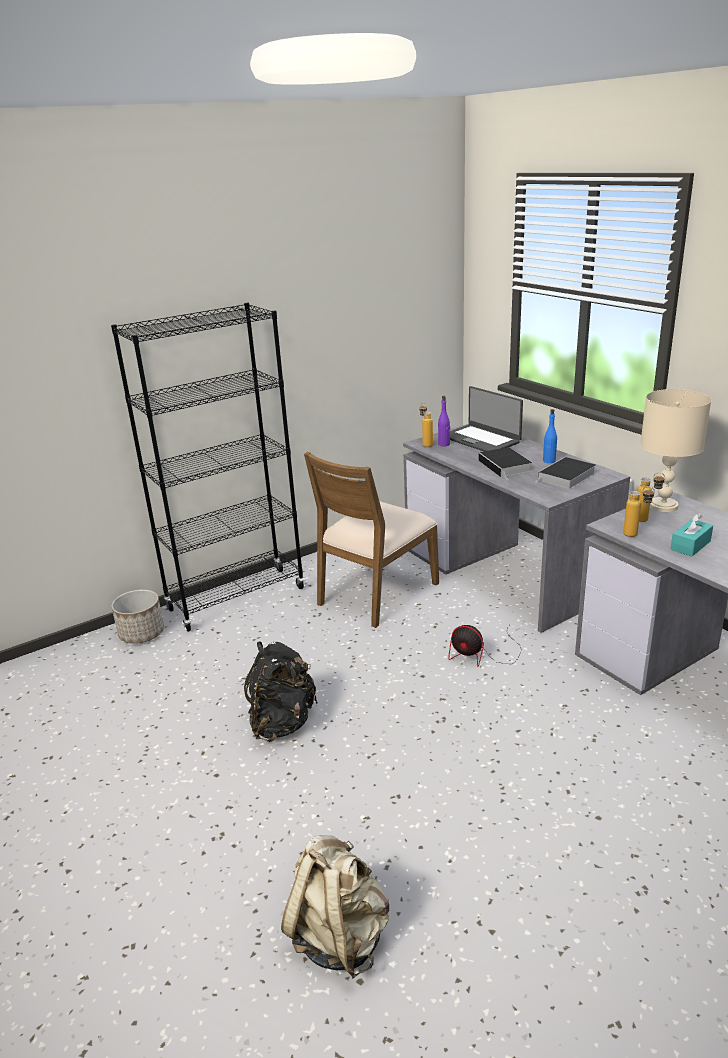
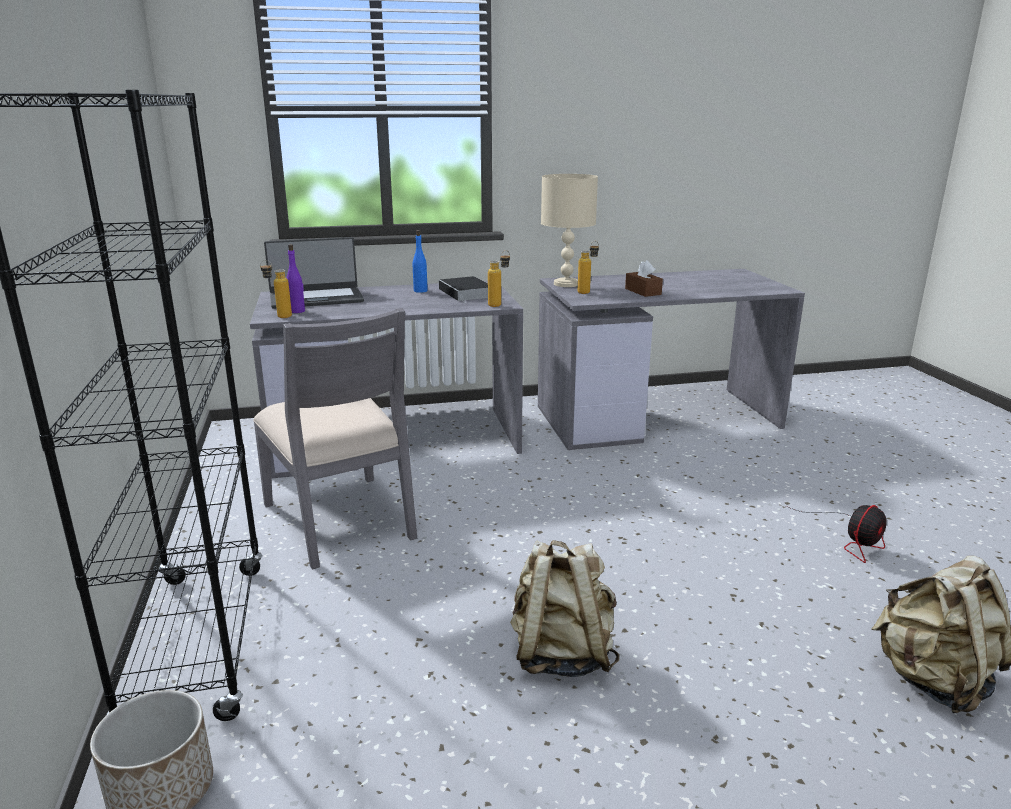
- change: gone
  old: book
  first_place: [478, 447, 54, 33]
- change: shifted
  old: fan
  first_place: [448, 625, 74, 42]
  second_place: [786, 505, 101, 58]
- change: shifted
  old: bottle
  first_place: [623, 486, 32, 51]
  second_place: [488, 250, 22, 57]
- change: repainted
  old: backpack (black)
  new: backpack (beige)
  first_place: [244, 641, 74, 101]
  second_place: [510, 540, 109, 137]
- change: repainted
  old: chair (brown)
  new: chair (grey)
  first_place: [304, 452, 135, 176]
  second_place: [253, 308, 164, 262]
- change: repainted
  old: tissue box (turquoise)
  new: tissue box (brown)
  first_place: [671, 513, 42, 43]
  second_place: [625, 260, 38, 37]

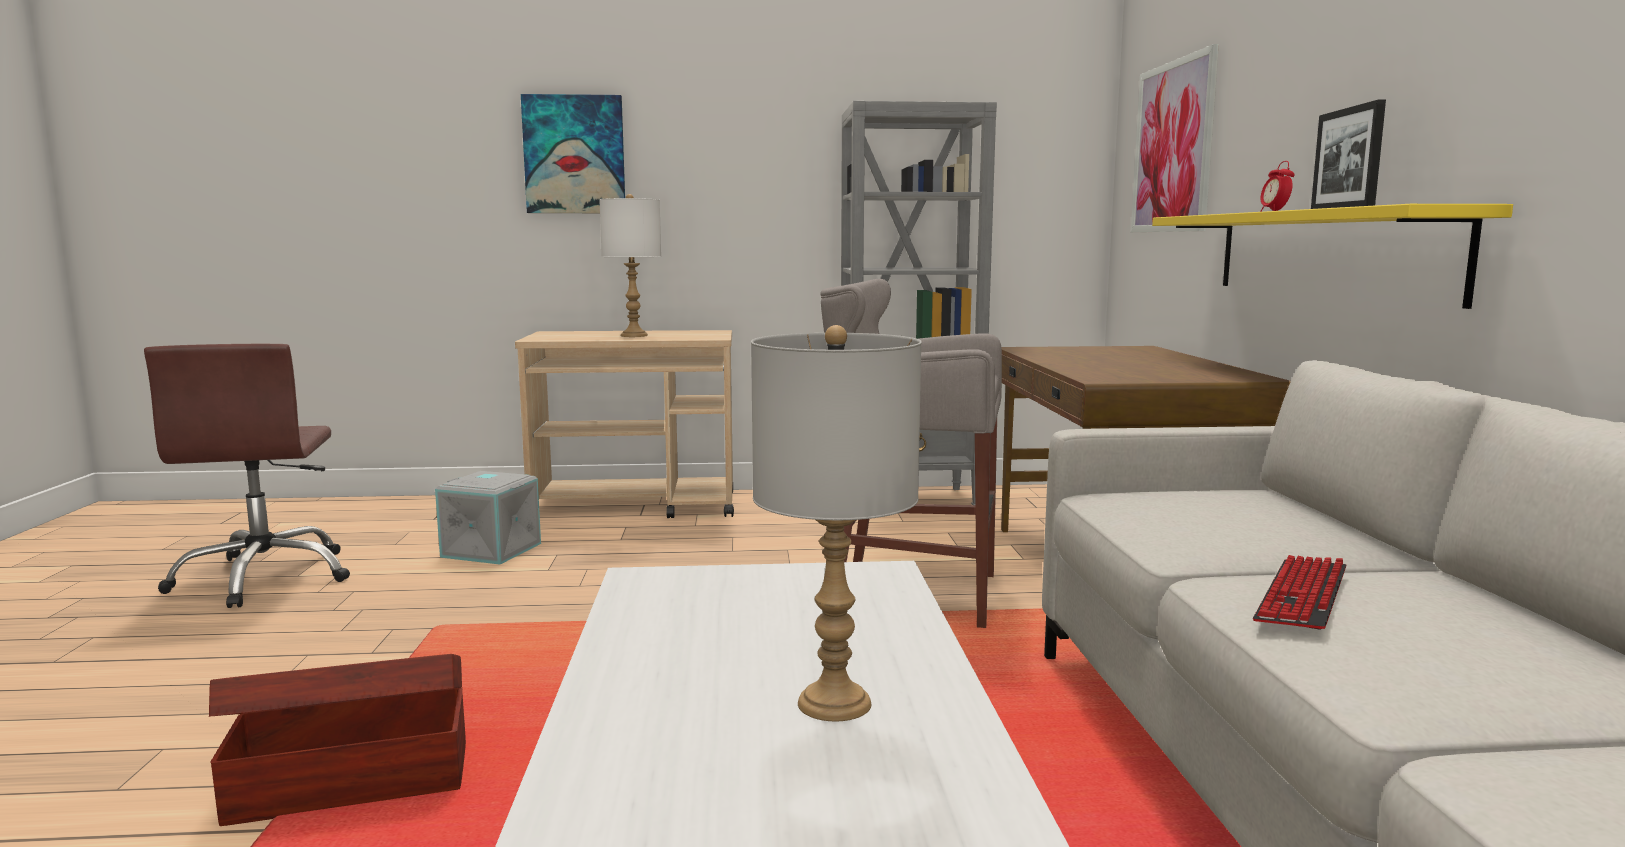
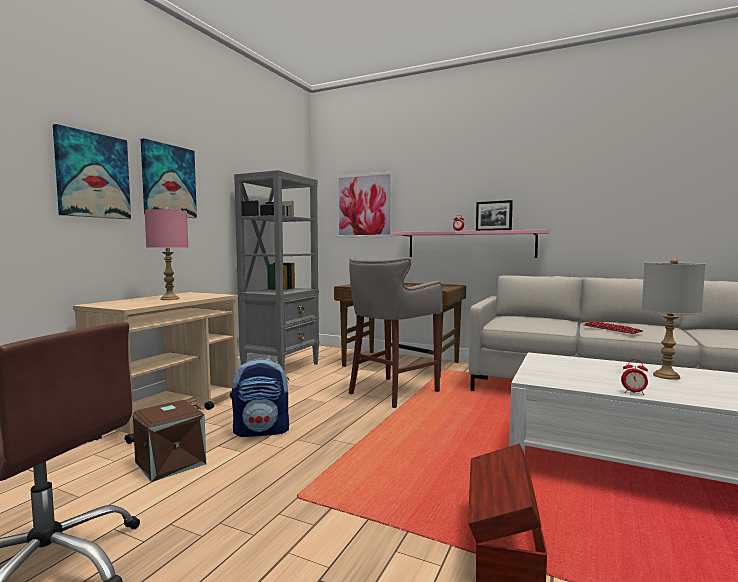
- change: new
  new: picture
  second_place: [141, 138, 56, 80]
- change: new
  new: backpack
  second_place: [232, 359, 58, 78]
- change: new
  new: alarm clock
  second_place: [621, 359, 27, 36]
- change: repainted
  old: storage box (grey)
  new: storage box (brown)
  first_place: [435, 471, 106, 94]
  second_place: [133, 400, 73, 82]
- change: repainted
  old: table lamp (white)
  new: table lamp (pink)
  first_place: [599, 194, 62, 143]
  second_place: [144, 207, 44, 93]
- change: repainted
  old: shelf (yellow)
  new: shelf (pink)
  first_place: [1152, 204, 361, 105]
  second_place: [393, 230, 156, 28]

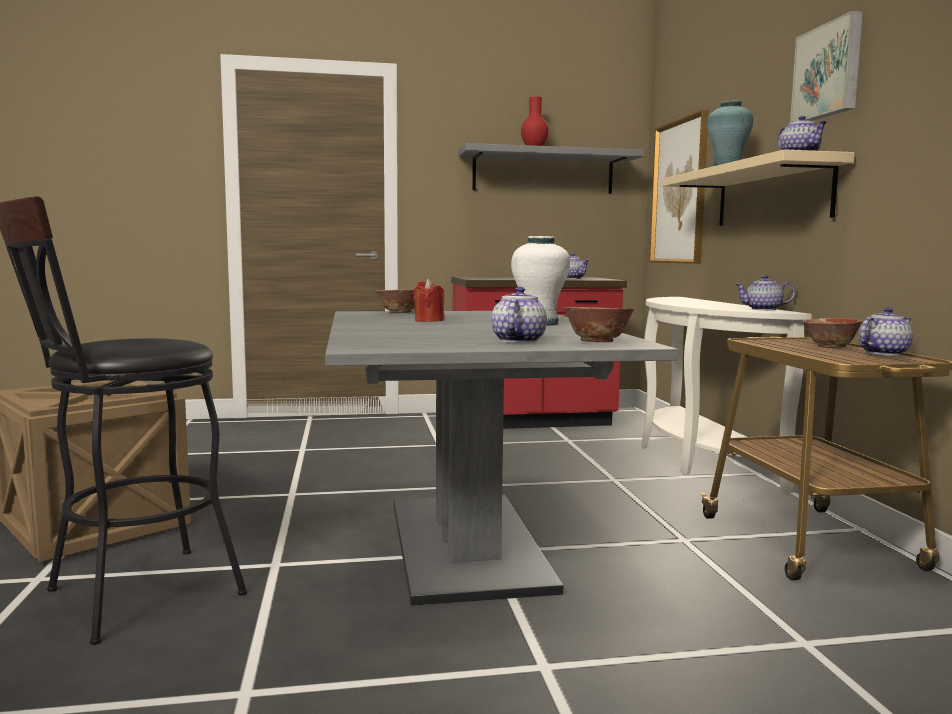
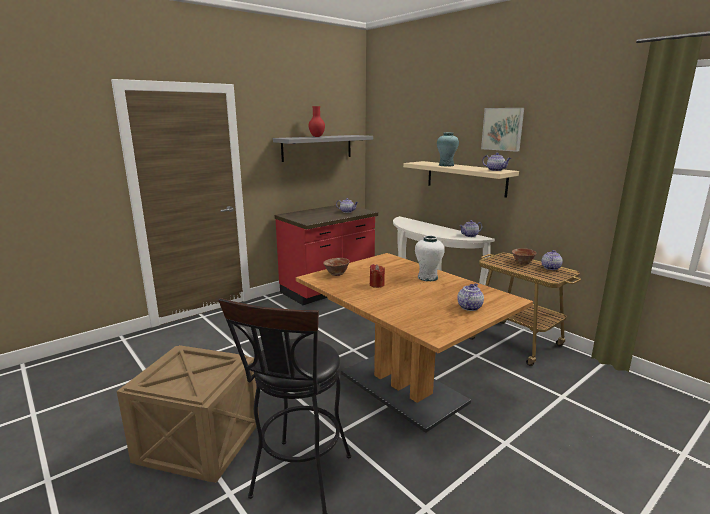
- change: gone
  old: bowl
  first_place: [564, 307, 70, 35]
- change: gone
  old: picture
  first_place: [649, 110, 60, 154]
- change: repainted
  old: dining table (grey)
  new: dining table (brown)
  first_place: [325, 311, 353, 294]
  second_place: [296, 253, 237, 180]
- change: rotated
  old: teapot
  first_place: [491, 287, 56, 56]
  second_place: [457, 284, 27, 27]
  degrees: 45

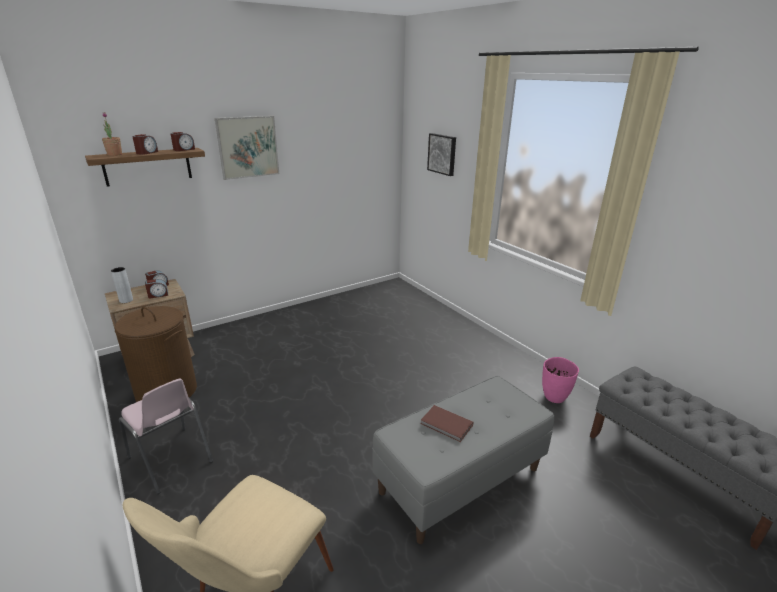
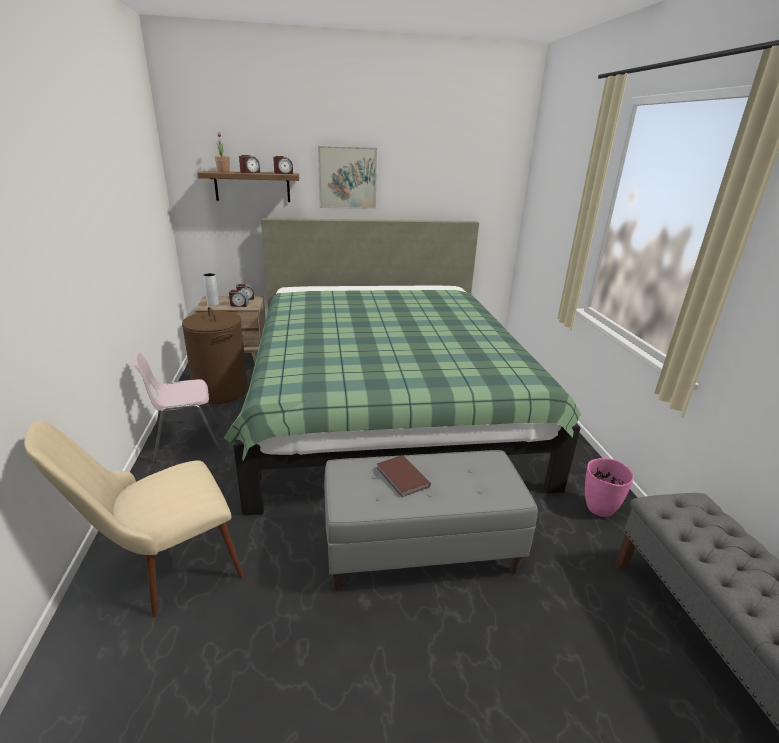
- change: gone
  old: picture
  first_place: [427, 133, 29, 43]
- change: new
  new: bed (green)
  second_place: [224, 218, 357, 297]
- change: rotated
  old: chair (pink)
  first_place: [119, 378, 94, 116]
  second_place: [134, 352, 88, 111]
  degrees: 90

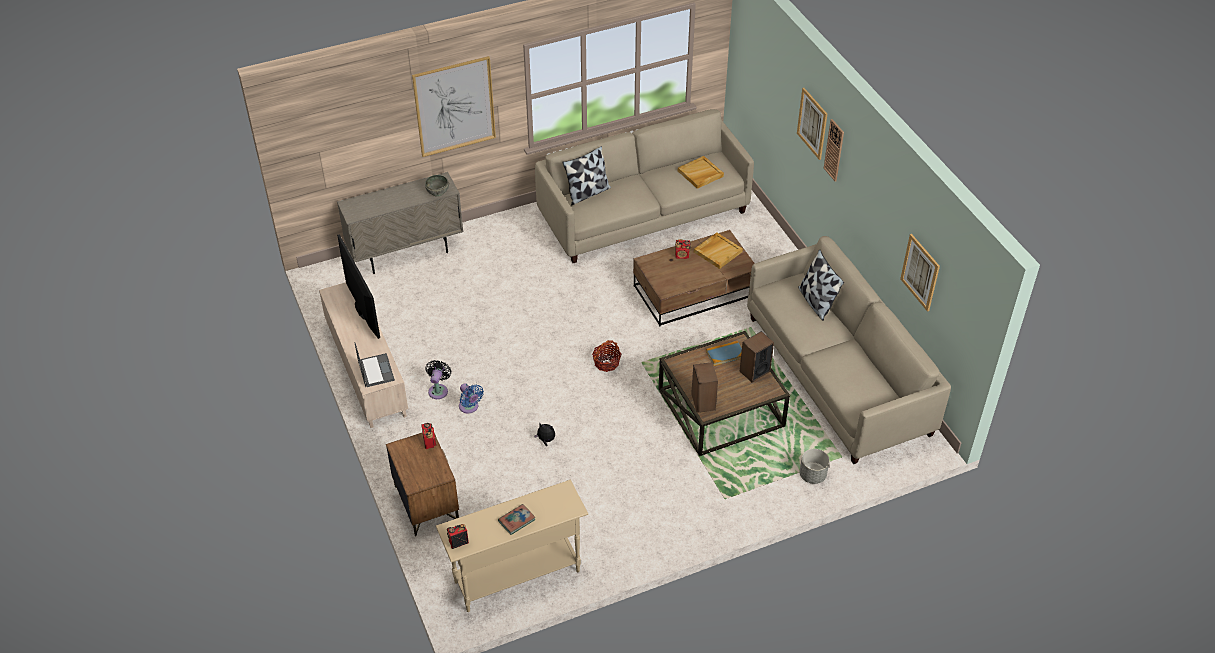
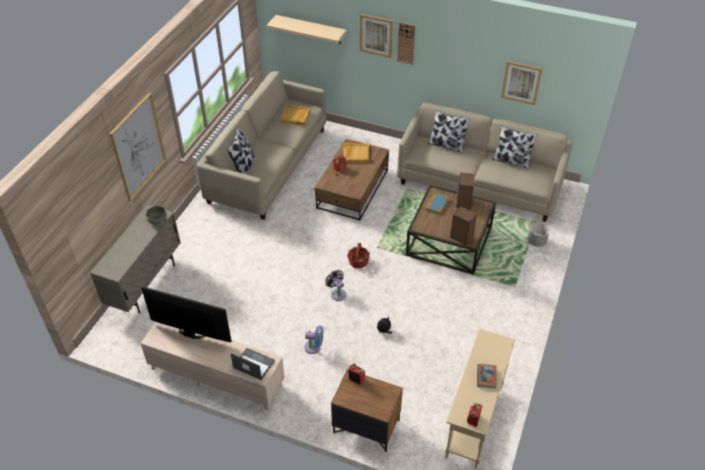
- change: new
  new: shelf (beige)
  second_place: [266, 15, 80, 29]
- change: new
  new: pillow
  second_place: [492, 125, 46, 44]
- change: shifted
  old: fan (black)
  first_place: [426, 360, 25, 39]
  second_place: [325, 270, 21, 31]

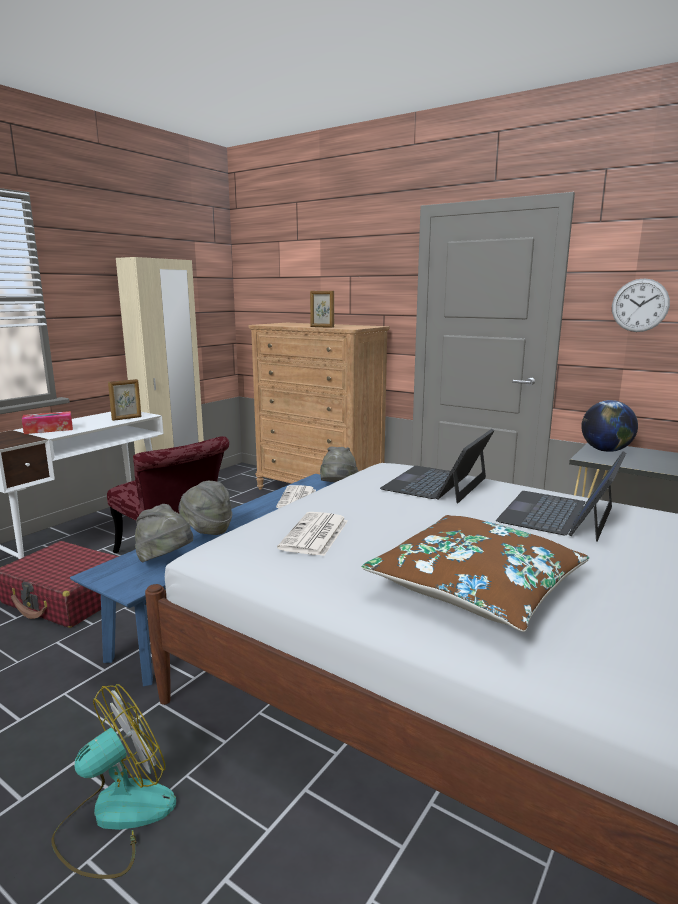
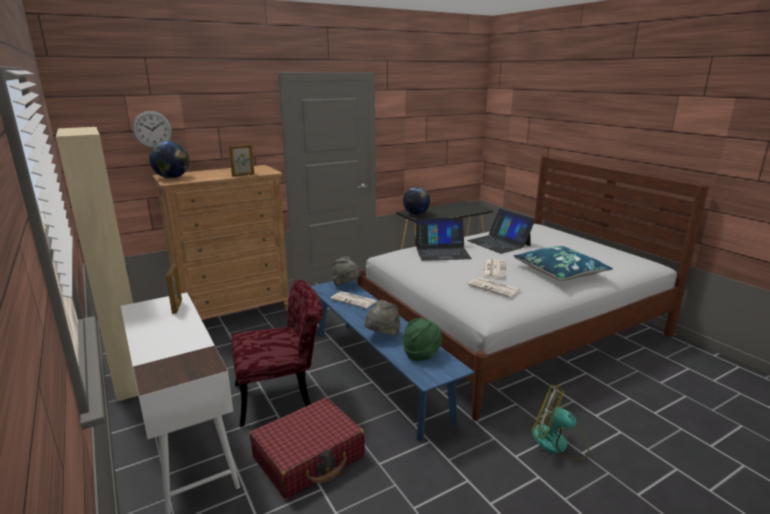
- change: gone
  old: tissue box
  first_place: [22, 411, 51, 23]
- change: new
  new: globe
  second_place: [149, 141, 40, 37]
- change: new
  new: newspaper
  second_place: [482, 259, 24, 20]
- change: shifted
  old: wall clock
  first_place: [612, 278, 58, 54]
  second_place: [132, 111, 40, 37]
- change: repainted
  old: hat (grey)
  new: hat (green)
  first_place: [135, 504, 58, 58]
  second_place: [403, 318, 39, 43]
- change: repainted
  old: pillow (brown)
  new: pillow (blue)
  first_place: [361, 515, 228, 117]
  second_place: [513, 246, 100, 35]
- change: rotated
  old: fan
  first_place: [51, 684, 125, 195]
  second_place: [532, 385, 57, 75]
  degrees: -45
- change: rotated
  old: laptop
  first_place: [380, 429, 115, 74]
  second_place: [415, 217, 57, 44]
  degrees: -60

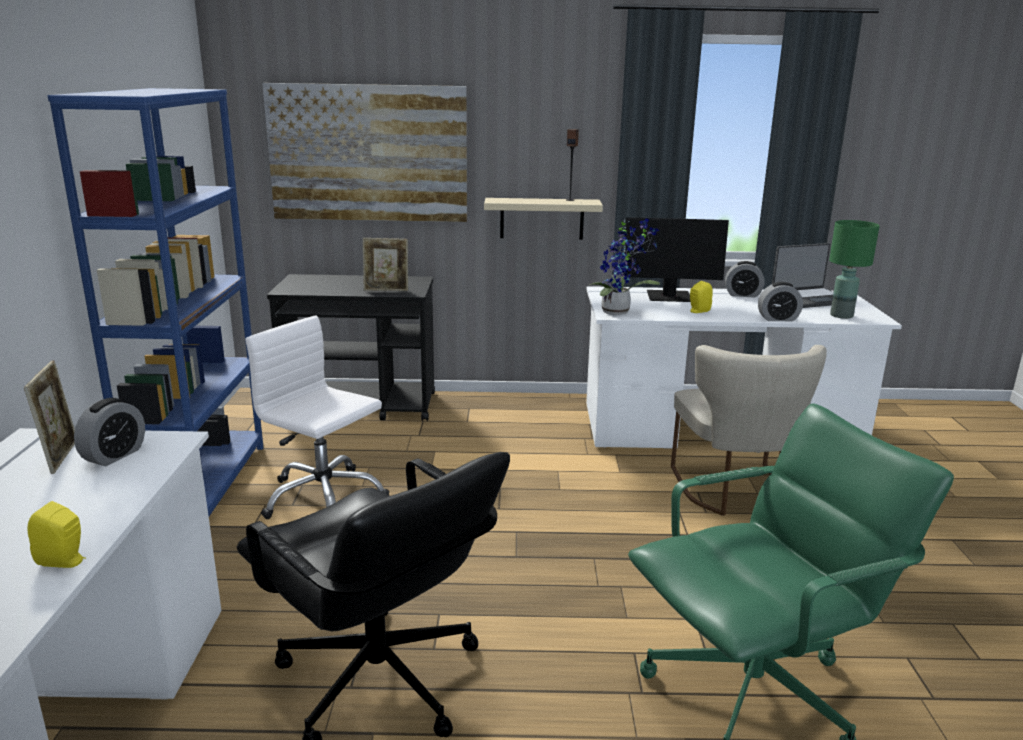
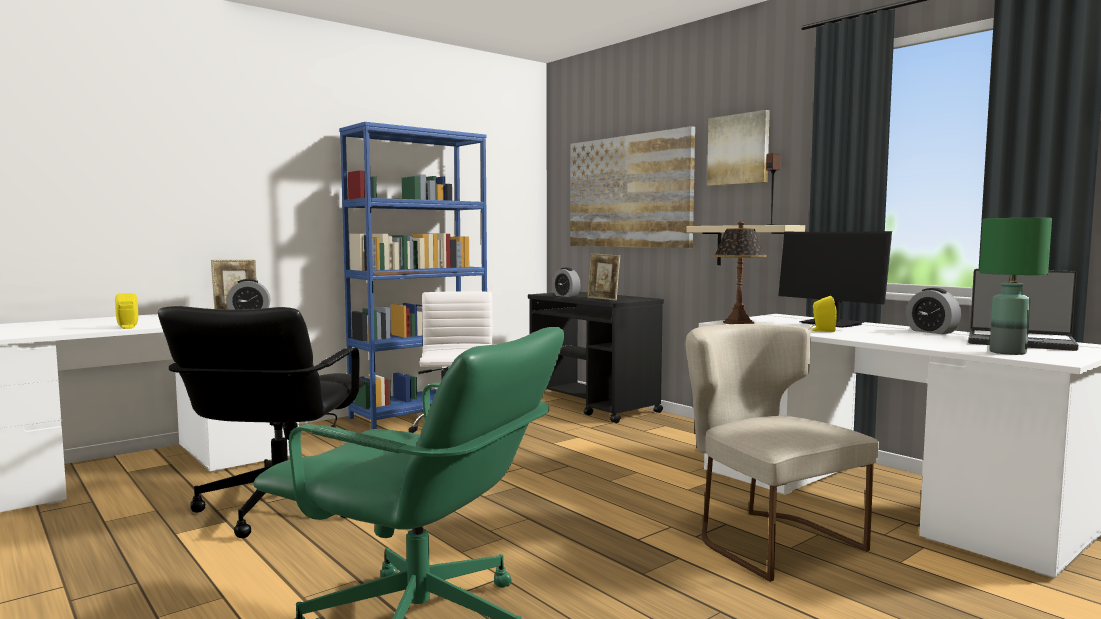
- change: new
  new: picture
  second_place: [707, 110, 63, 76]
- change: shifted
  old: alarm clock
  first_place: [758, 282, 45, 39]
  second_place: [552, 267, 28, 30]
- change: swapped
  old: potted plant
  new: table lamp
  first_place: [589, 218, 71, 97]
  second_place: [713, 221, 54, 103]
- change: rotated
  old: chair (beige)
  first_place: [671, 345, 156, 171]
  second_place: [686, 324, 193, 258]
  degrees: 105

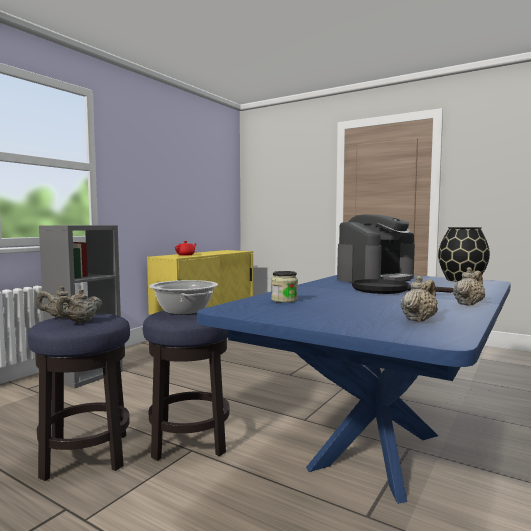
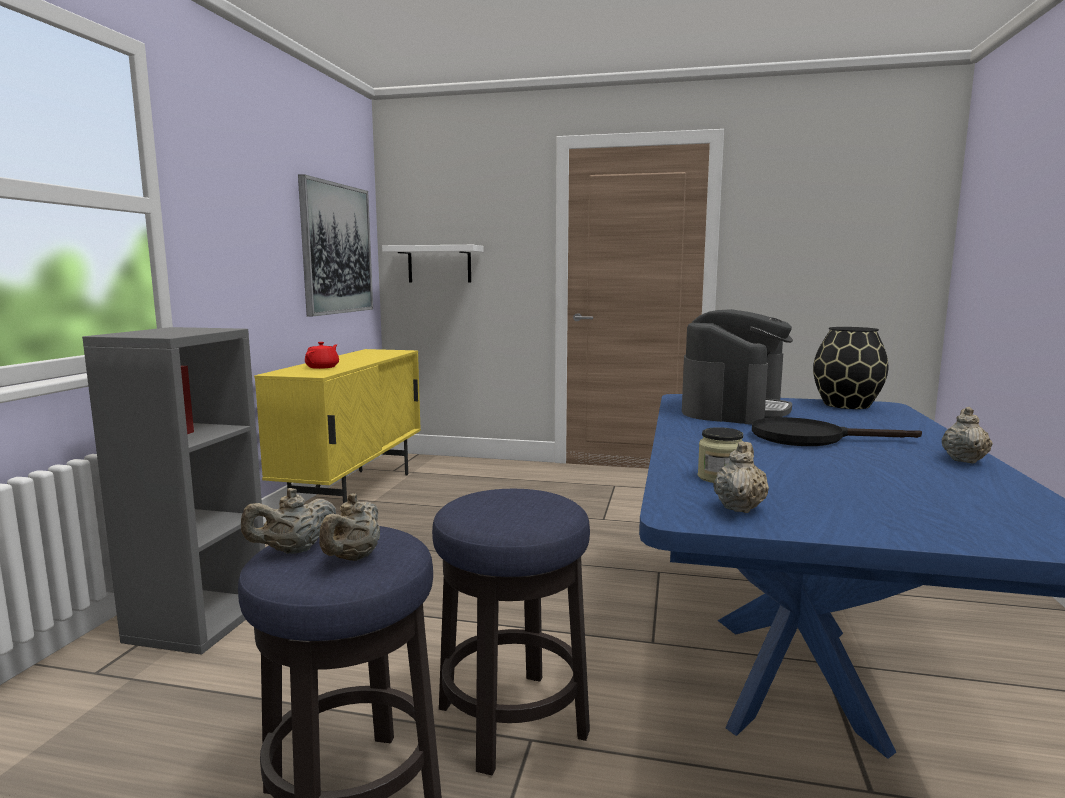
- change: gone
  old: cooking pot
  first_place: [149, 280, 69, 35]
- change: new
  new: picture
  second_place: [298, 174, 75, 142]
- change: new
  new: shelf (white)
  second_place: [382, 245, 102, 38]
- change: shifted
  old: teapot (beige)
  first_place: [401, 276, 37, 46]
  second_place: [714, 441, 55, 72]

